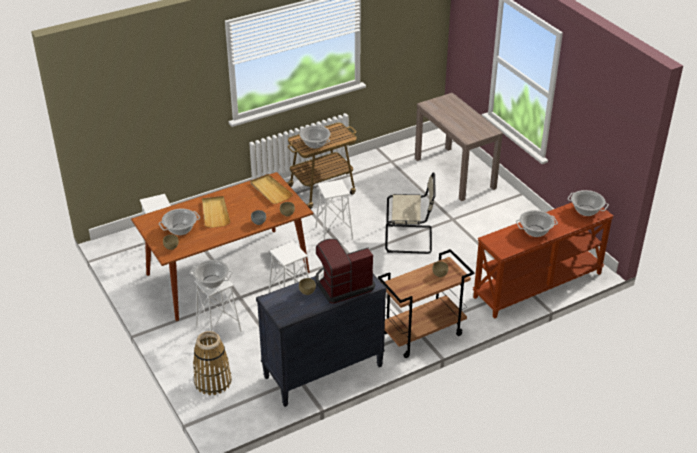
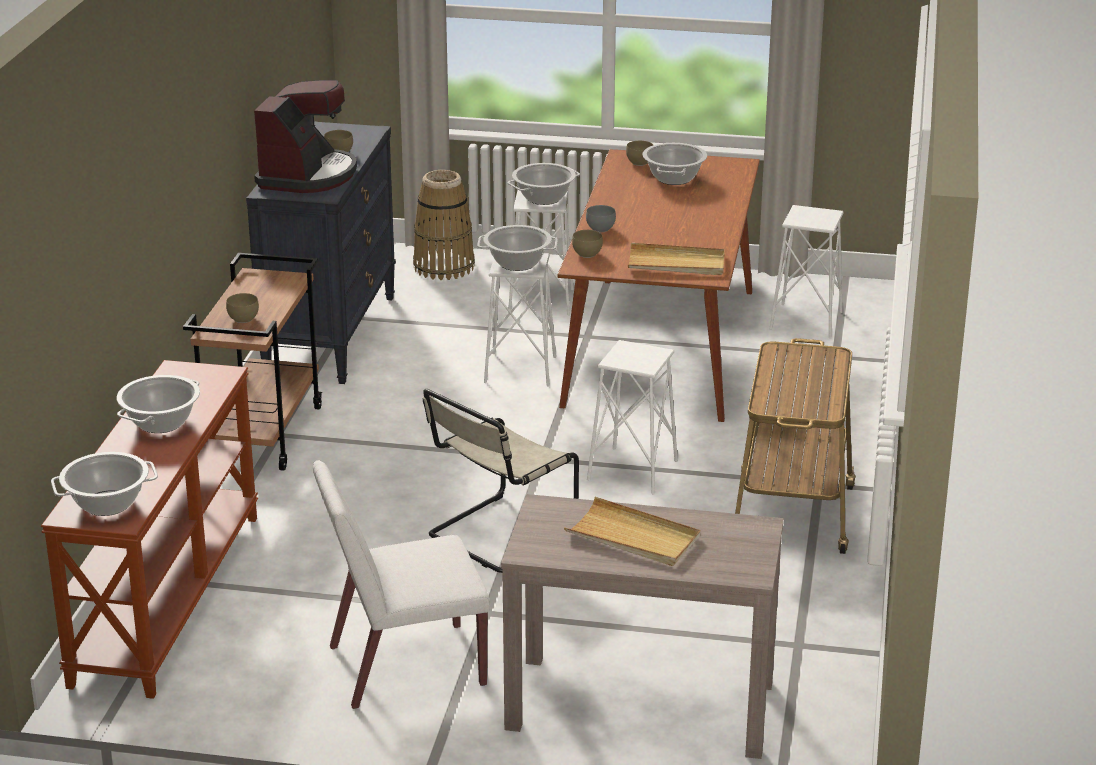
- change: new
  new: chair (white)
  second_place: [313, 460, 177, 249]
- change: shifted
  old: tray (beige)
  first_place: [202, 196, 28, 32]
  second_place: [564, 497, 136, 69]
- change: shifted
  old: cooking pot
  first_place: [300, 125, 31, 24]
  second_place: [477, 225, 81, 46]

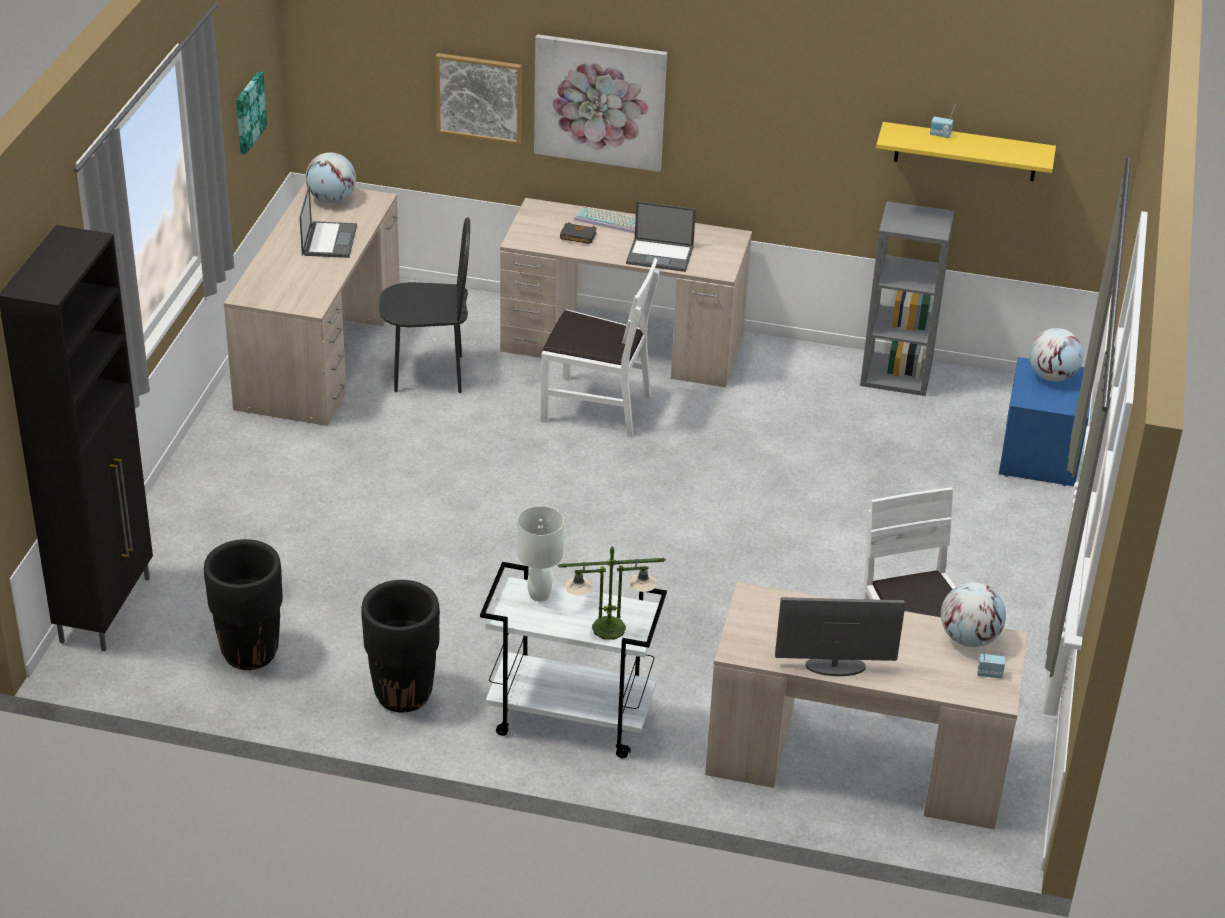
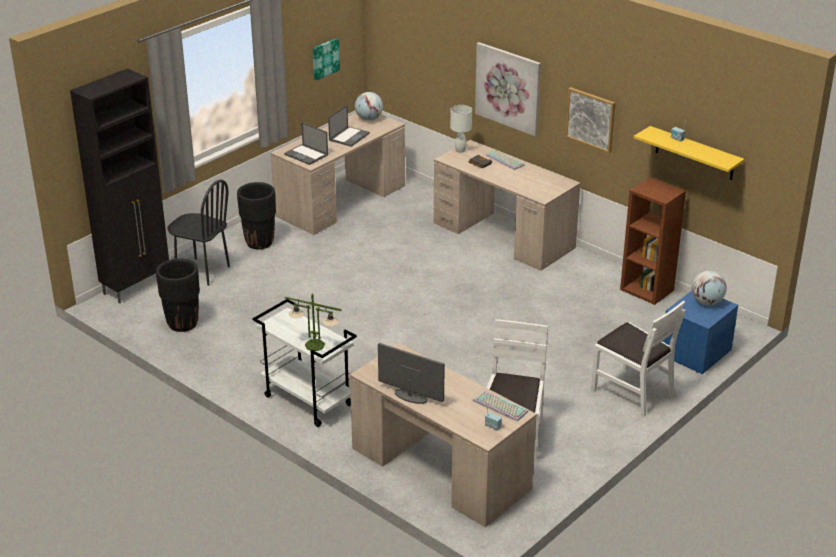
- change: shifted
  old: planter (black)
  first_place: [361, 580, 79, 133]
  second_place: [237, 182, 39, 68]
- change: shifted
  old: chair (black)
  first_place: [379, 217, 91, 176]
  second_place: [167, 179, 63, 107]
- change: shifted
  old: picture
  first_place: [436, 53, 86, 92]
  second_place: [565, 87, 50, 66]
- change: shifted
  old: table lamp (white)
  first_place: [517, 506, 47, 95]
  second_place: [450, 105, 22, 48]
- change: shifted
  old: chair (white)
  first_place: [541, 258, 119, 179]
  second_place: [591, 301, 95, 116]
- change: shifted
  old: laptop
  first_place: [626, 201, 70, 71]
  second_place: [284, 122, 44, 43]
- change: swapped
  old: globe
  new: keyboard
  first_place: [941, 582, 65, 65]
  second_place: [473, 390, 55, 31]
- change: repainted
  old: bookcase (grey)
  new: bookcase (brown)
  first_place: [860, 201, 94, 195]
  second_place: [620, 177, 66, 128]

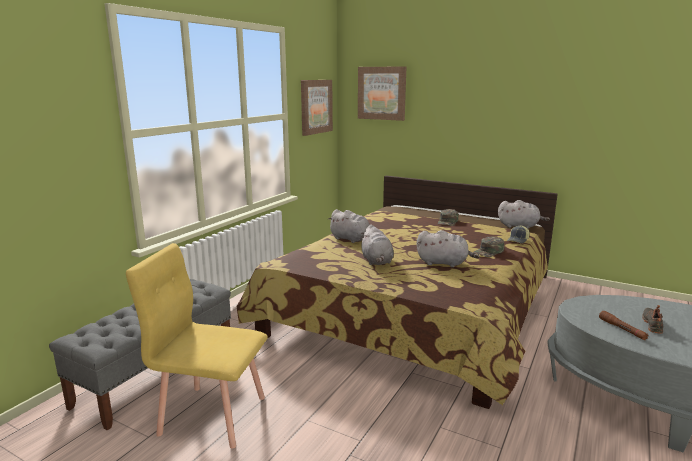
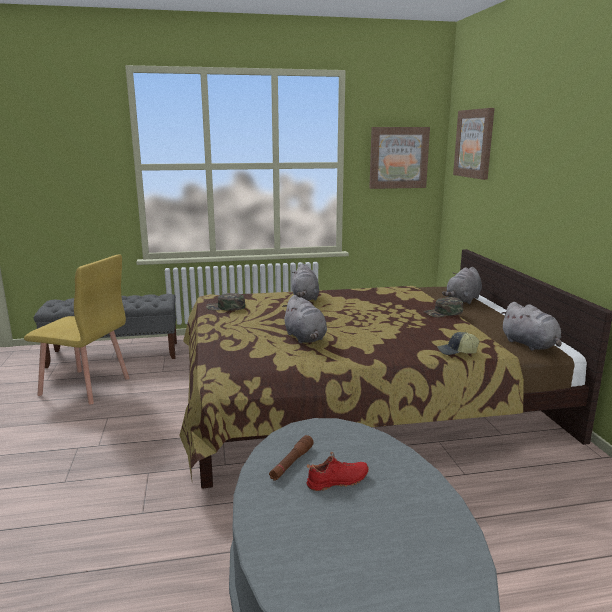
- change: shifted
  old: plush toy (grey)
  first_place: [361, 225, 33, 40]
  second_place: [442, 267, 40, 37]
- change: shifted
  old: cap (green)
  first_place: [473, 237, 31, 20]
  second_place: [206, 293, 39, 18]
- change: repainted
  old: shoe (black)
  new: shoe (red)
  first_place: [642, 305, 21, 29]
  second_place: [306, 452, 63, 39]
- change: rotated
  old: chair (yellow)
  first_place: [126, 243, 142, 206]
  second_place: [24, 254, 105, 151]
  degrees: 135

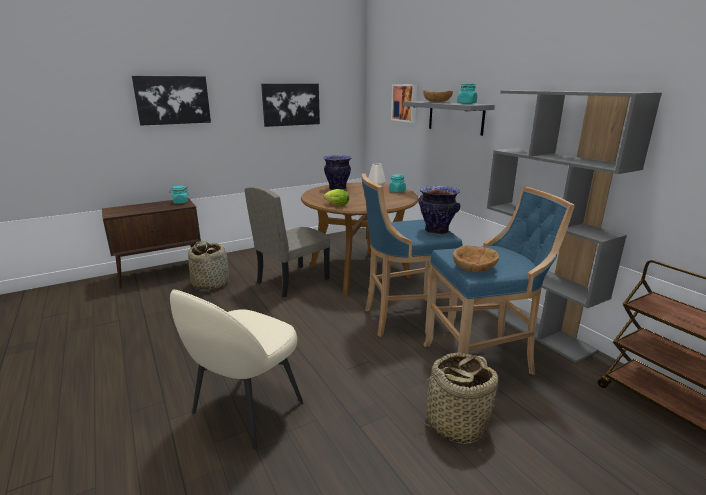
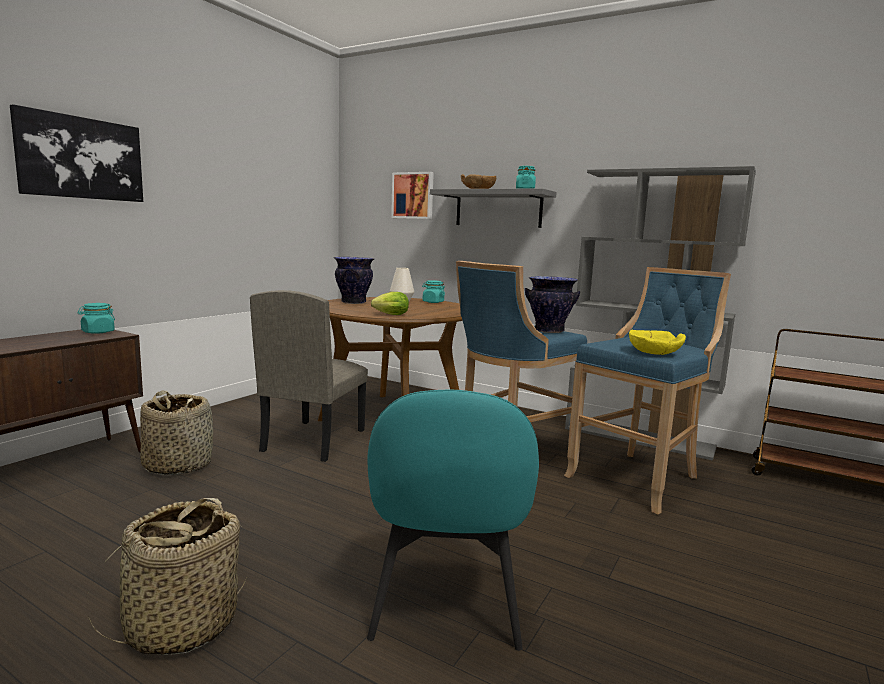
- change: gone
  old: picture
  first_place: [261, 84, 59, 43]
- change: shifted
  old: basket
  first_place: [414, 352, 85, 92]
  second_place: [87, 498, 162, 157]
- change: repainted
  old: chair (beige)
  new: chair (turquoise)
  first_place: [170, 290, 133, 159]
  second_place: [367, 390, 172, 261]
- change: repainted
  old: bowl (brown)
  new: bowl (yellow)
  first_place: [453, 245, 46, 27]
  second_place: [629, 329, 57, 26]

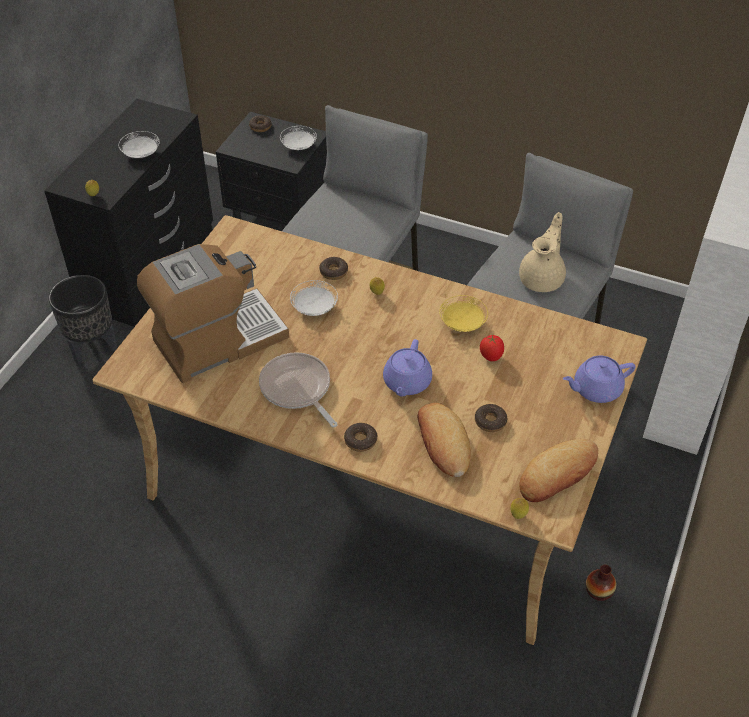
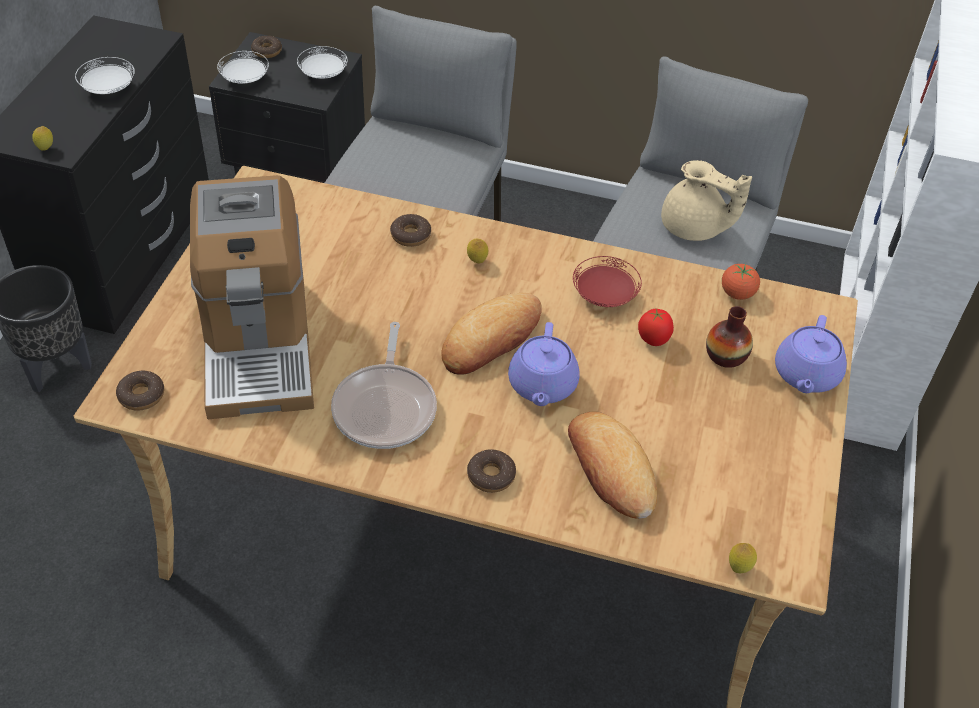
- change: new
  new: tomato
  second_place: [722, 264, 38, 36]
- change: shifted
  old: plate (white)
  first_place: [290, 280, 48, 36]
  second_place: [217, 51, 52, 33]
- change: shifted
  old: donut
  first_place: [475, 404, 32, 28]
  second_place: [116, 371, 48, 40]
- change: shifted
  old: bread
  first_place: [520, 439, 78, 63]
  second_place: [441, 293, 101, 82]
- change: shifted
  old: vase
  first_place: [586, 565, 31, 36]
  second_place: [706, 306, 47, 62]
- change: repainted
  old: plate (yellow)
  new: plate (red)
  first_place: [439, 295, 49, 37]
  second_place: [573, 256, 69, 51]
- change: rotated
  old: coffee machine
  first_place: [137, 244, 152, 139]
  second_place: [190, 175, 124, 244]
  degrees: 120
- change: rotated
  old: frying pan
  first_place: [259, 352, 79, 75]
  second_place: [331, 322, 106, 127]
  degrees: -135
- change: rotated
  old: teapot (beige)
  first_place: [519, 212, 47, 80]
  second_place: [661, 160, 91, 81]
  degrees: 105
- change: rotated
  old: teapot (purple)
  first_place: [563, 356, 73, 47]
  second_place: [775, 315, 72, 78]
  degrees: -45

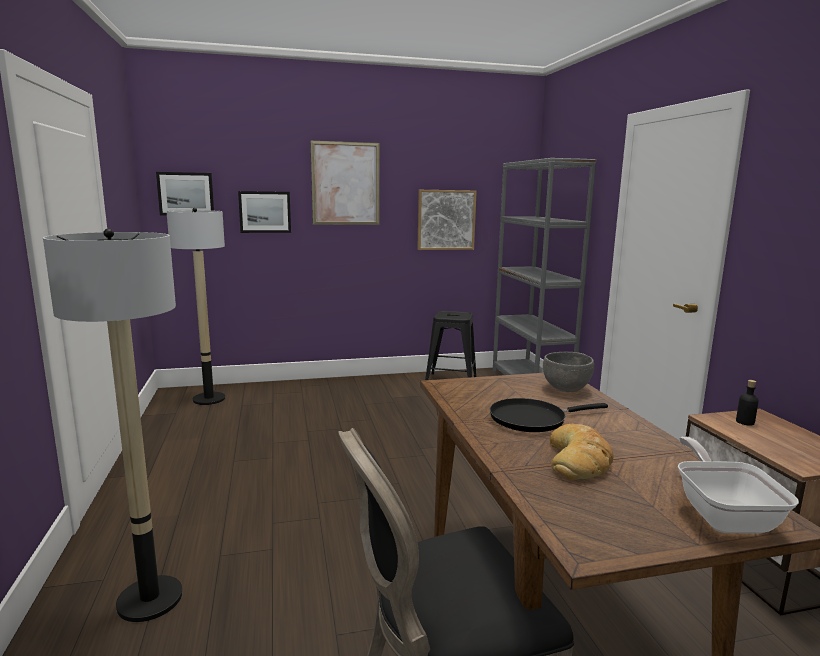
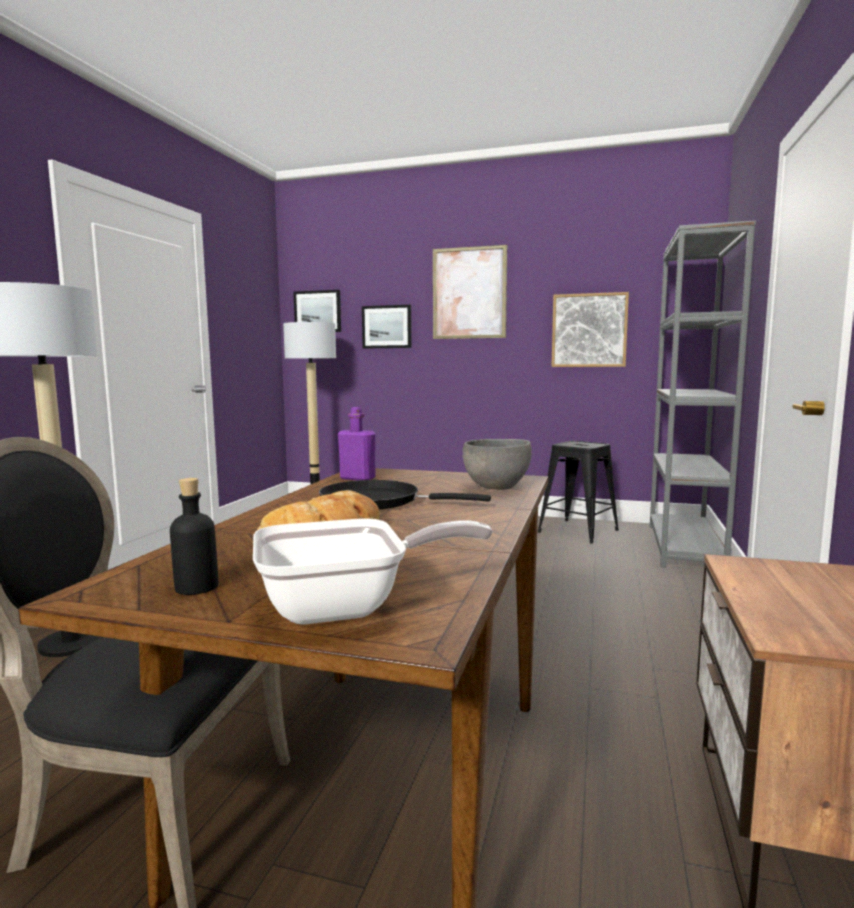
- change: new
  new: bottle (purple)
  second_place: [338, 407, 38, 73]
- change: shifted
  old: bottle (black)
  first_place: [736, 380, 23, 45]
  second_place: [170, 478, 48, 117]
- change: rotated
  old: frying pan
  first_place: [678, 436, 121, 98]
  second_place: [253, 518, 239, 107]
  degrees: 45

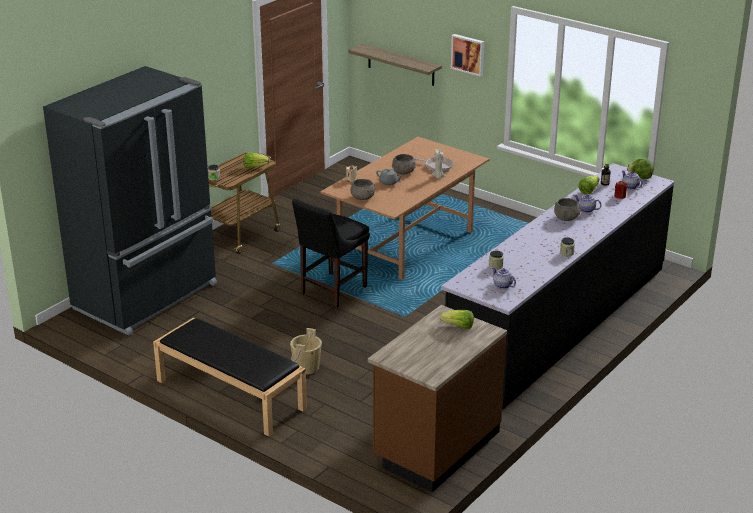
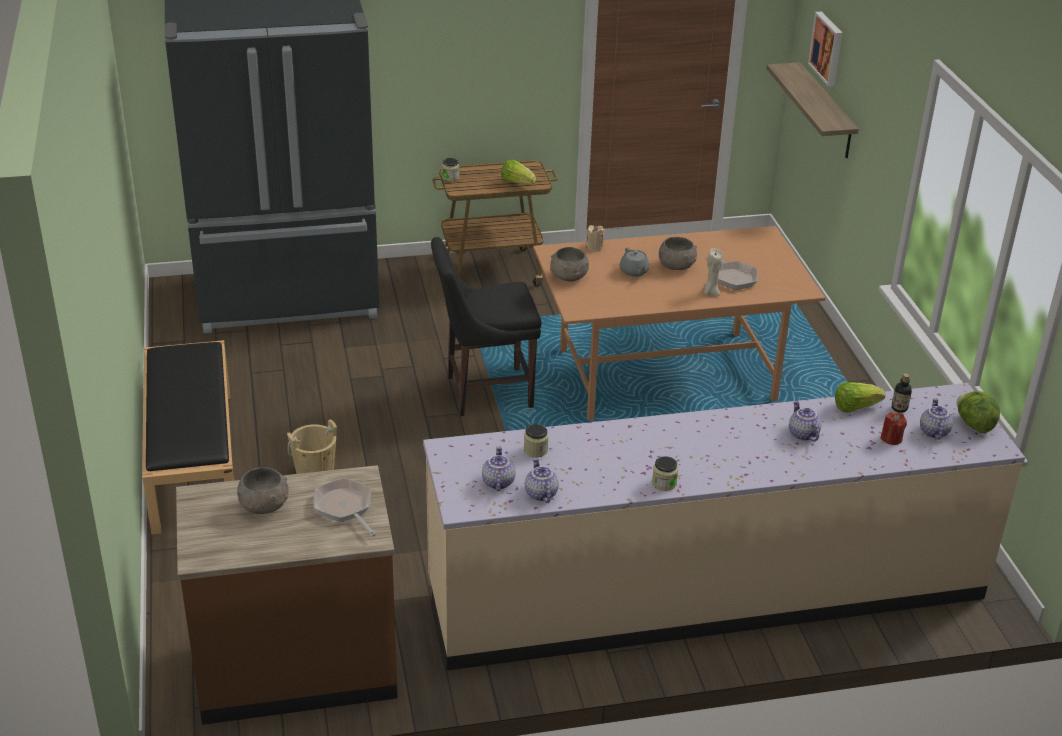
- change: new
  new: teapot
  second_place: [525, 458, 34, 45]
- change: shifted
  old: picture
  first_place: [451, 34, 33, 43]
  second_place: [808, 12, 34, 74]
- change: shifted
  old: bowl (grey)
  first_place: [554, 198, 27, 23]
  second_place: [237, 467, 52, 47]
- change: swapped
  old: lettuce
  new: frying pan
  first_place: [440, 310, 34, 19]
  second_place: [313, 478, 63, 59]
- change: repainted
  old: counter (black)
  new: counter (beige)
  first_place: [441, 163, 233, 247]
  second_place: [423, 383, 602, 287]

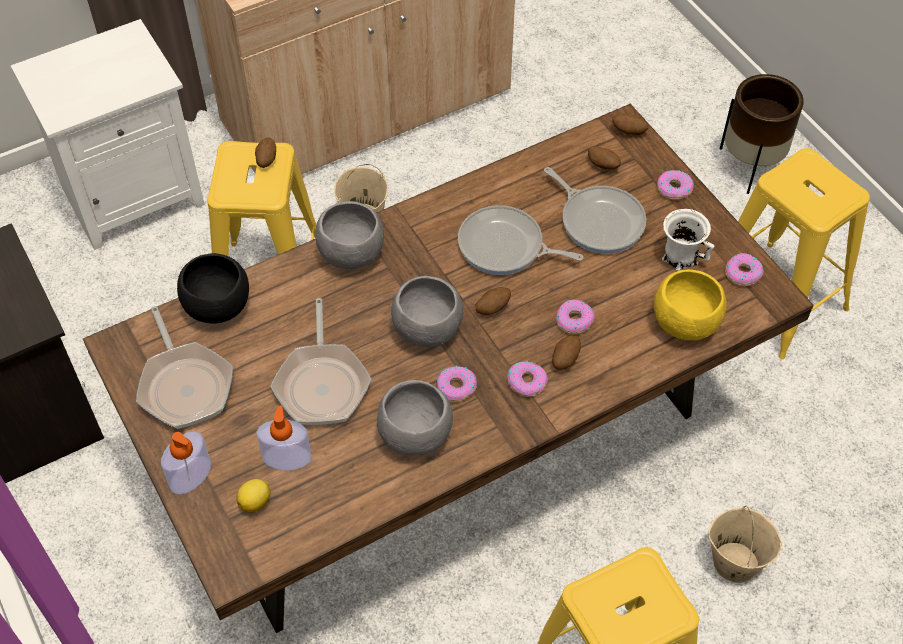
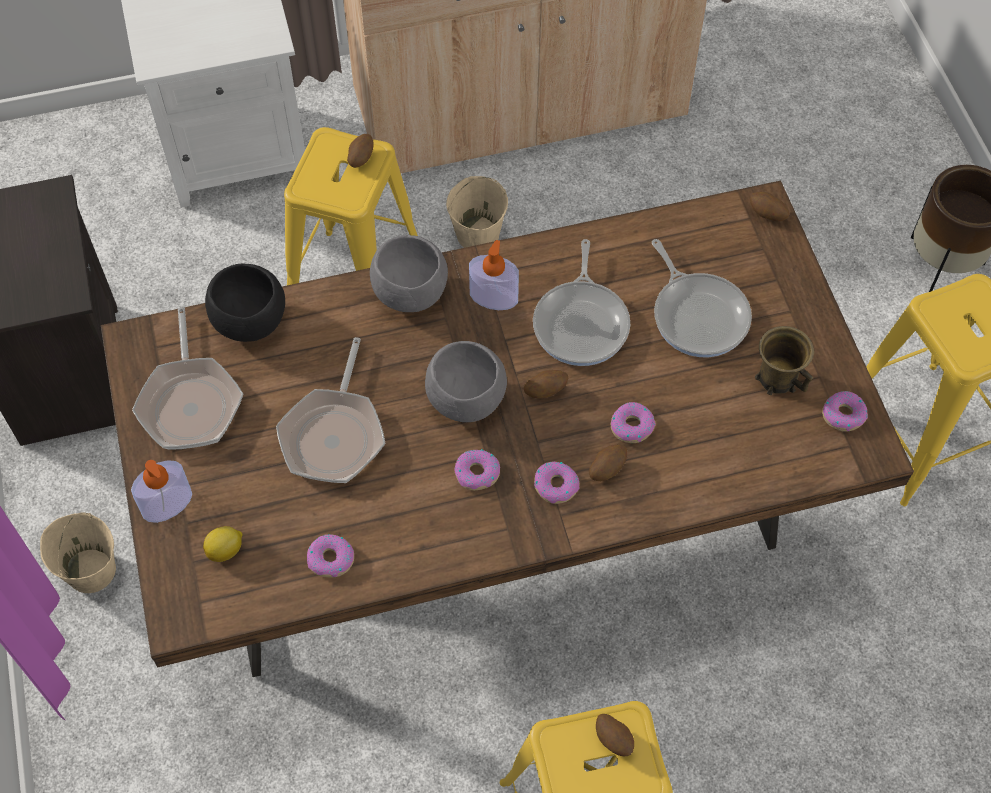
- change: gone
  old: bowl (grey)
  first_place: [377, 380, 76, 75]
- change: gone
  old: bowl (yellow)
  first_place: [654, 269, 73, 72]
- change: shifted
  old: soap dispenser
  first_place: [256, 406, 56, 64]
  second_place: [469, 240, 50, 70]
- change: shifted
  old: potato
  first_place: [588, 146, 33, 23]
  second_place: [596, 714, 38, 42]
- change: shifted
  old: donut
  first_place: [657, 170, 37, 30]
  second_place: [307, 534, 47, 43]
- change: shifted
  old: bucket (beige)
  first_place: [708, 506, 74, 77]
  second_place: [40, 512, 76, 81]
- change: repainted
  old: mug (white)
  new: mug (brown)
  first_place: [662, 209, 53, 62]
  second_place: [755, 326, 59, 69]
- change: rotated
  old: frying pan
  first_place: [458, 205, 126, 70]
  second_place: [533, 239, 97, 127]
  degrees: -120

